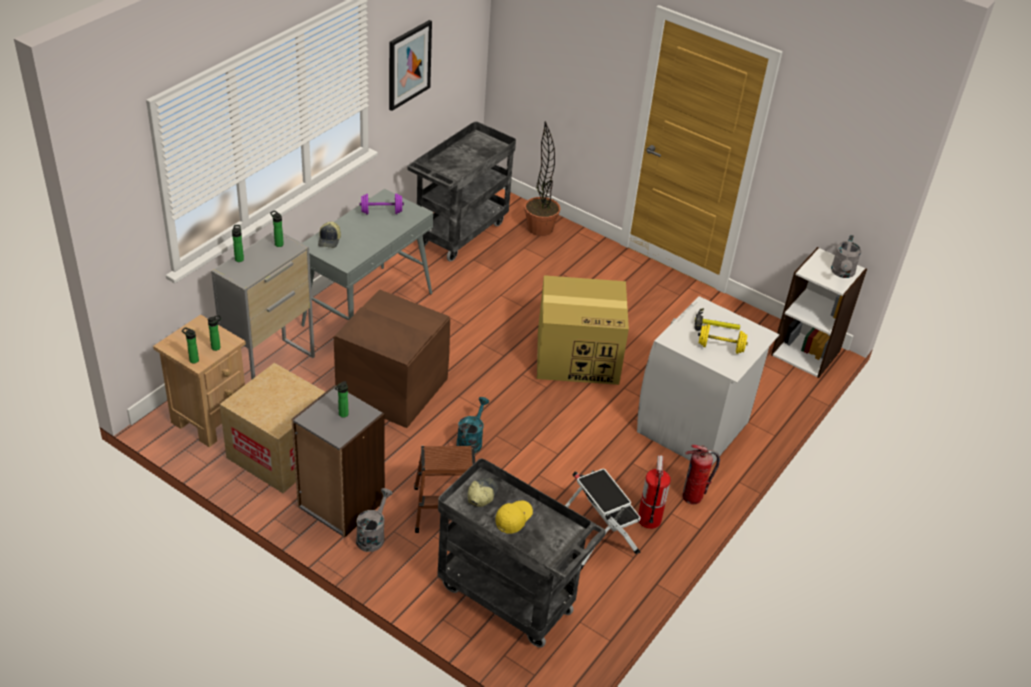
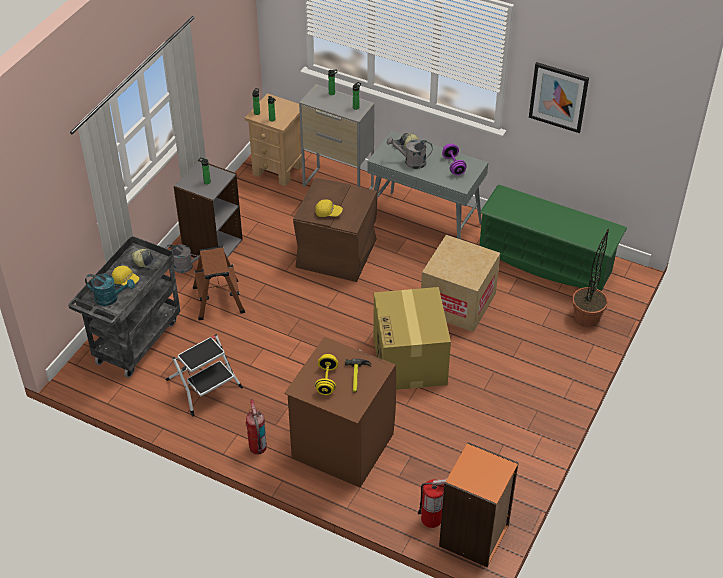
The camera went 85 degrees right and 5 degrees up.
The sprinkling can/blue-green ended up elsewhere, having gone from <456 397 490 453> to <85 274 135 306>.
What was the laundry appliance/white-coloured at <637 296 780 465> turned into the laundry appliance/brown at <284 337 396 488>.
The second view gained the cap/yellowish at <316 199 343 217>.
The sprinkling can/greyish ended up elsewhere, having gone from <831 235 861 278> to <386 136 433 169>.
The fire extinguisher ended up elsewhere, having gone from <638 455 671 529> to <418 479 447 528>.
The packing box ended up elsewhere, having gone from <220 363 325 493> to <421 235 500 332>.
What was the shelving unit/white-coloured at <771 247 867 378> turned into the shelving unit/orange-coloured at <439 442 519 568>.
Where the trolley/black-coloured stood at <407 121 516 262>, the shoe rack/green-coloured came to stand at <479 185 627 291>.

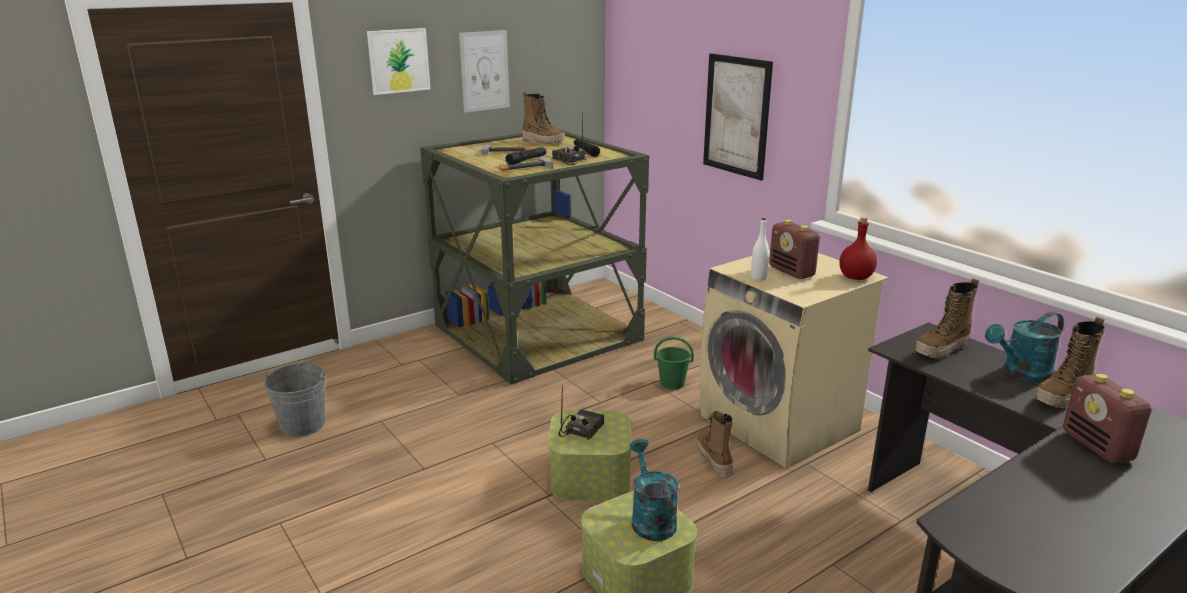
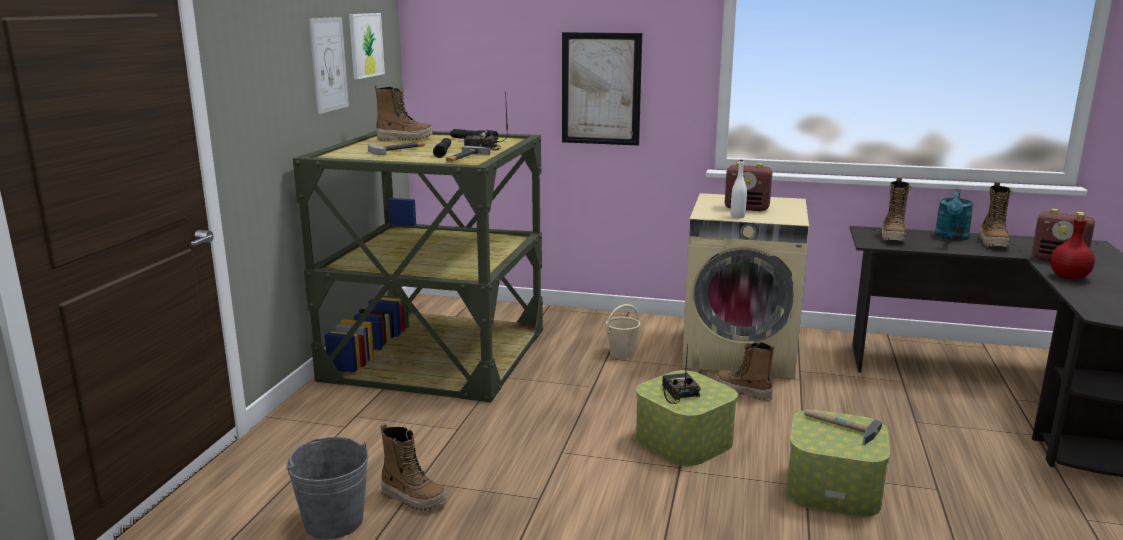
The camera went 40 degrees left and 5 degrees down.
The wall art ended up elsewhere, having gone from <367 28 430 95> to <349 13 385 79>.
The second view gained the high-top boot at <381 423 446 511>.
What was the bucket/green-coloured at <654 337 694 389> turned into the bucket/sand-coloured at <606 304 640 359>.
Where the sprinkling can/blue-green stood at <630 439 679 541>, the hand hammer came to stand at <804 409 882 445>.
The beverage bottle/reddish ended up elsewhere, having gone from <839 217 877 280> to <1050 214 1095 279>.

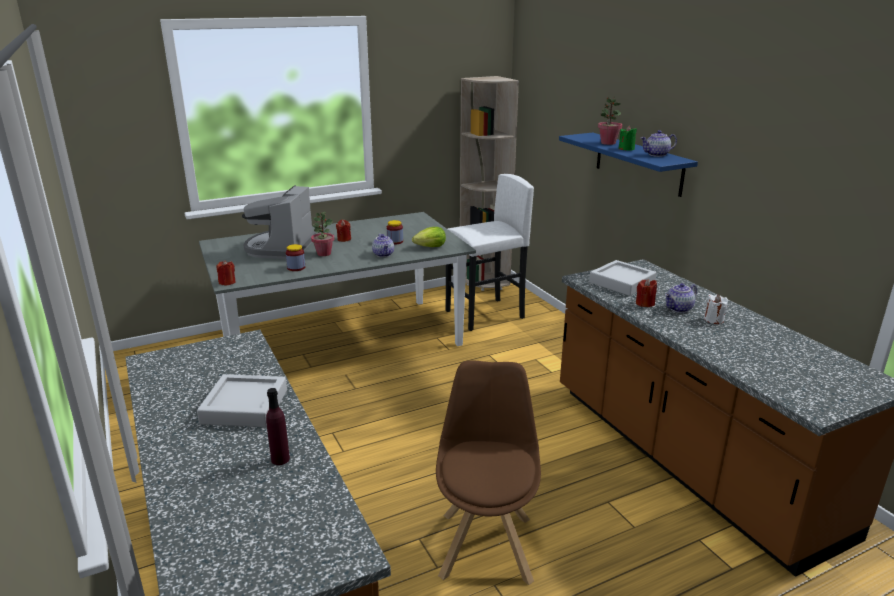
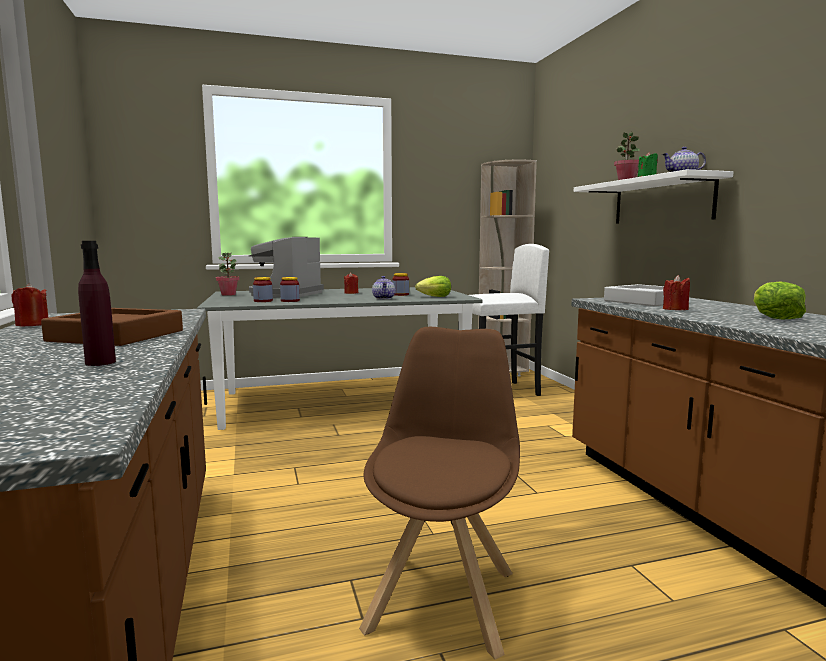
The camera went 10 degrees right and 15 degrees down.
The wax light/reddish ended up elsewhere, having gone from <216 260 236 286> to <11 283 48 327>.
What was the carrying tray/greyish at <197 374 287 427> turned into the carrying tray/brown at <41 308 183 346>.
The plant in a pot ended up elsewhere, having gone from <311 212 334 256> to <216 252 239 296>.
The second view gained the jar at <253 277 273 302>.
What was the wall shelf/blue at <559 132 698 197> turned into the wall shelf/white-coloured at <574 169 733 224>.
Where the wax light/white-coloured stood at <704 294 728 324>, the lettuce came to stand at <753 282 806 320>.
The second view lost the teapot at <665 283 697 313>.

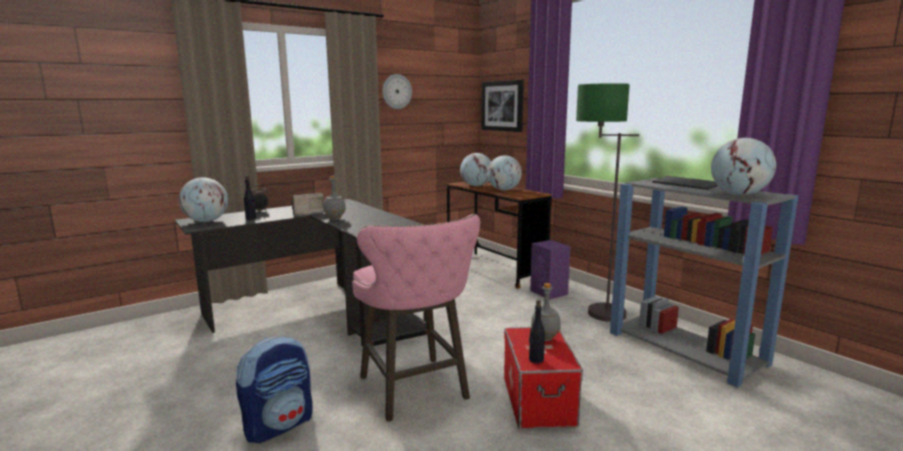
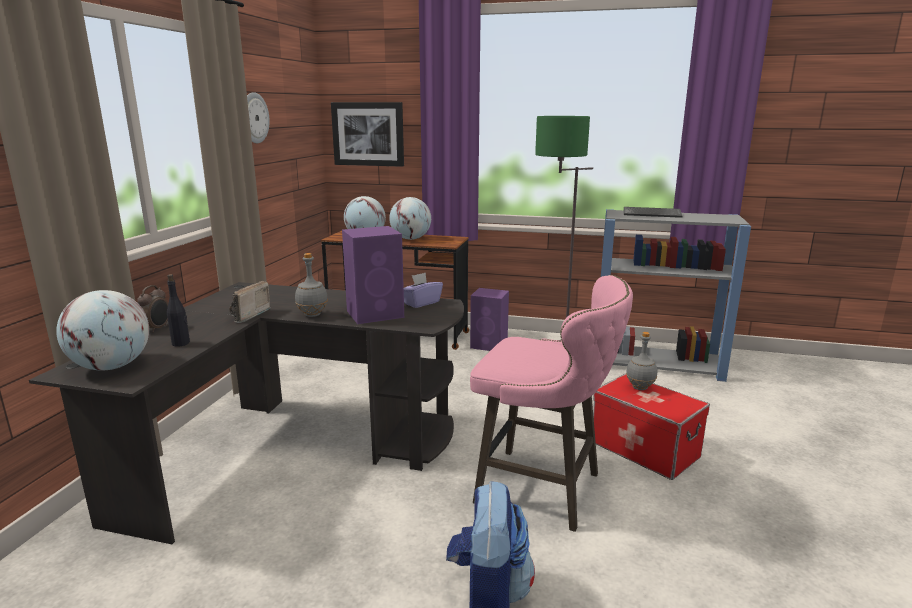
The camera went 40 degrees left and 5 degrees up.
The second view gained the audio speaker/purple-coloured at <342 226 404 324>.
The second view gained the tissue box/purple-coloured at <404 273 443 308>.
The second view lost the beverage bottle/black-coloured at <529 300 545 363>.
The second view lost the globe at <711 138 776 195>.

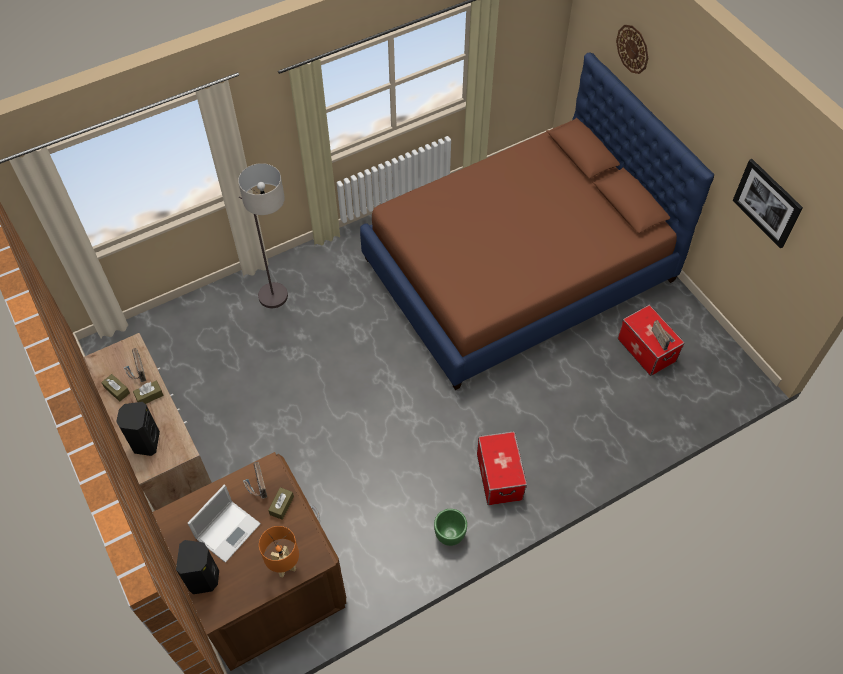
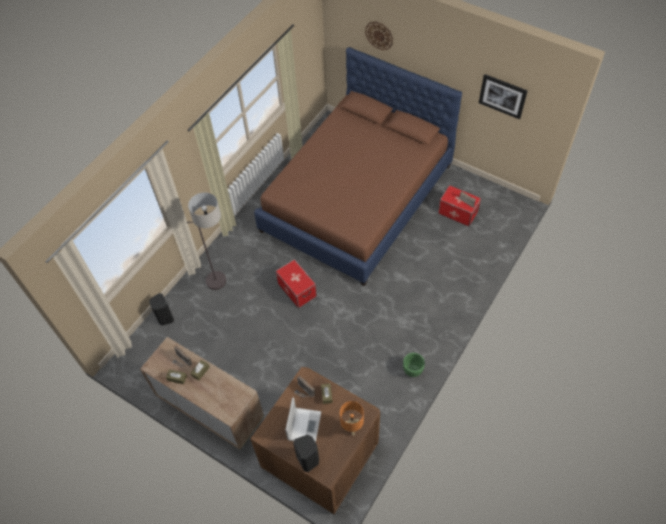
The camera went 25 degrees left and 0 degrees up.
The audio speaker/black-coloured ended up elsewhere, having gone from <116 402 160 456> to <149 293 174 325>.
The storage container ended up elsewhere, having gone from <477 431 527 505> to <275 259 317 308>.

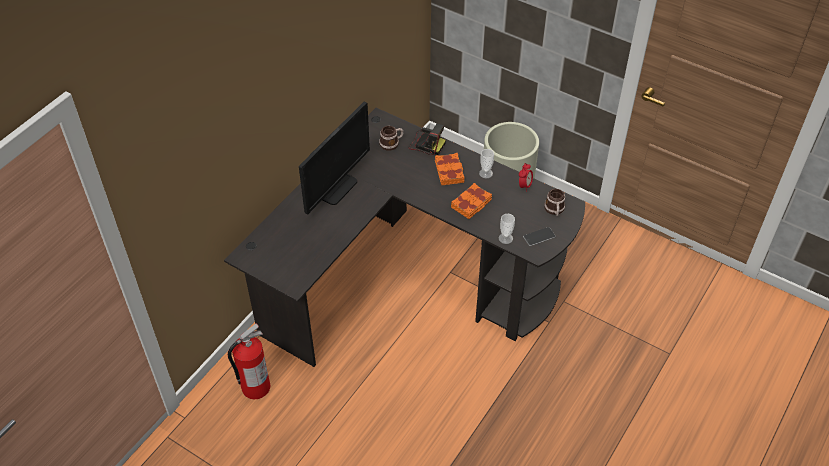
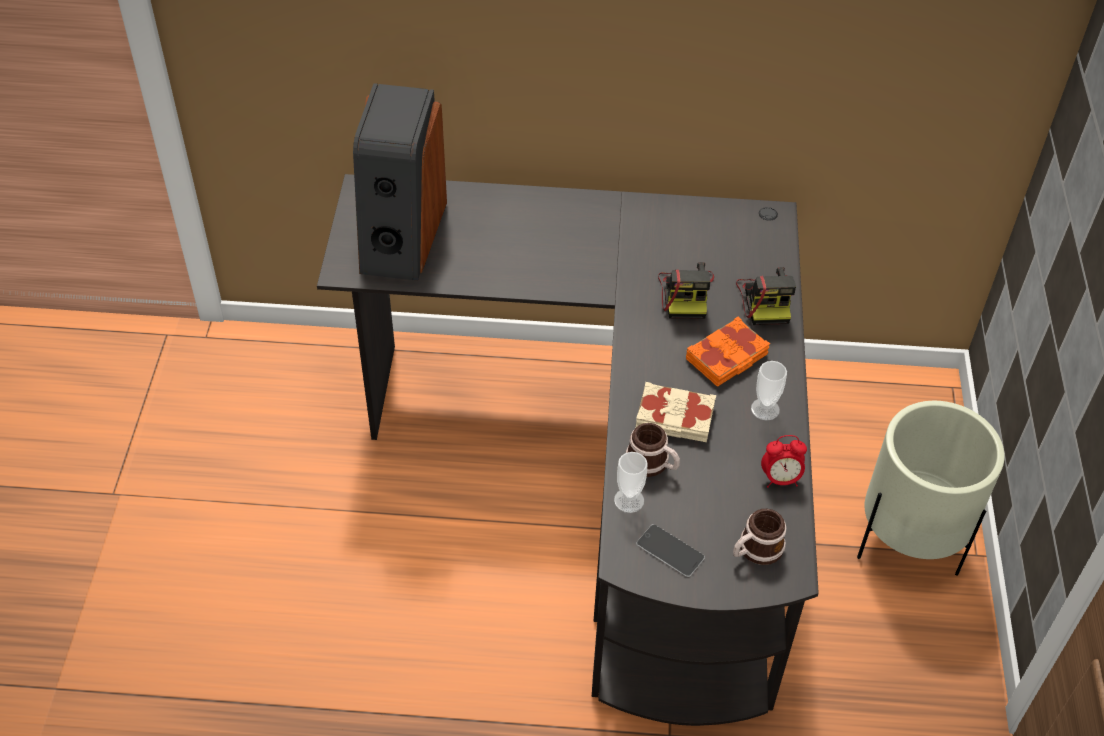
The camera went 60 degrees right and 0 degrees up.
The second view gained the audio speaker at <353 83 447 281>.
The mug ended up elsewhere, having gone from <379 126 403 151> to <626 423 680 477>.
What was the book/orange-coloured at <451 183 492 219> turned into the book/sand-coloured at <636 382 716 442>.
The second view gained the still camera at <658 262 714 319>.
The second view lost the fire extinguisher at <228 323 270 399>.
The second view lost the computer display at <299 102 370 214>.

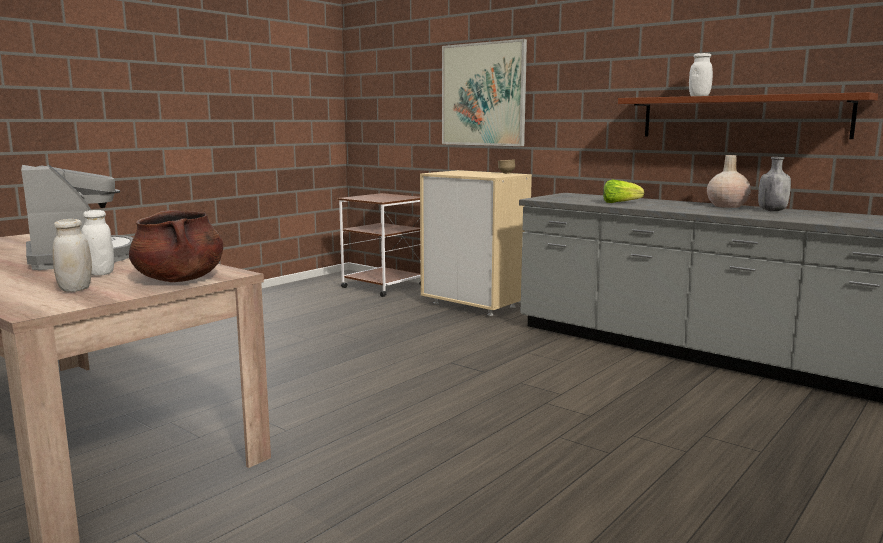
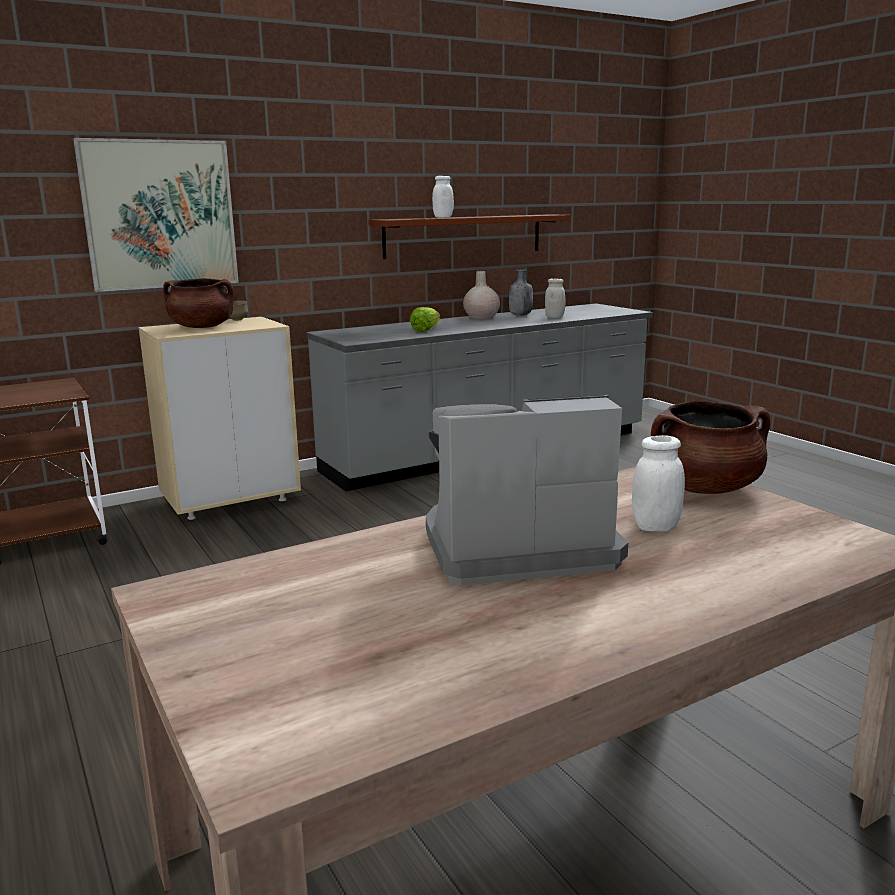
The camera went 70 degrees left and 5 degrees up.
The second view gained the stockpot/brown at <163 278 234 328>.
The jar/white-coloured ended up elsewhere, having gone from <52 219 92 292> to <545 278 566 318>.

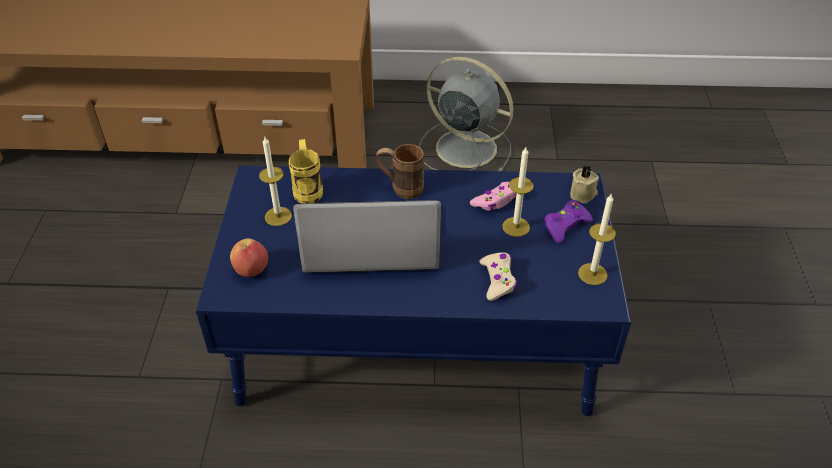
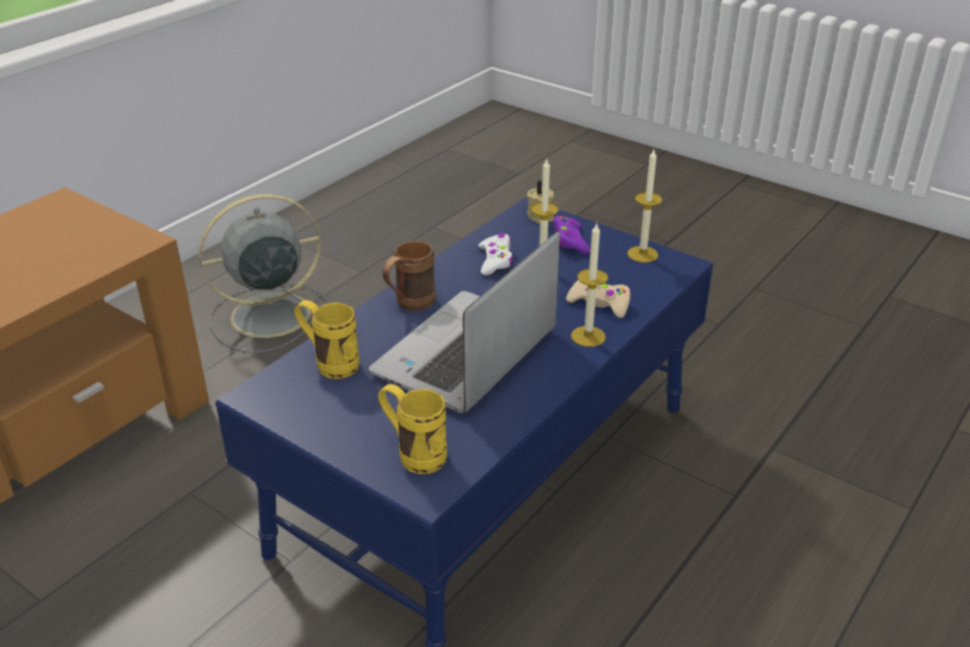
The camera went 55 degrees left and 10 degrees down.
Where the whole apple stood at <230 238 268 277>, the mug/yellowish came to stand at <378 384 447 474>.
What was the joypad/pinkish at <470 182 517 211> turned into the joypad/white-coloured at <478 233 513 275>.
The wax light ended up elsewhere, having gone from <259 137 292 226> to <571 223 608 347>.

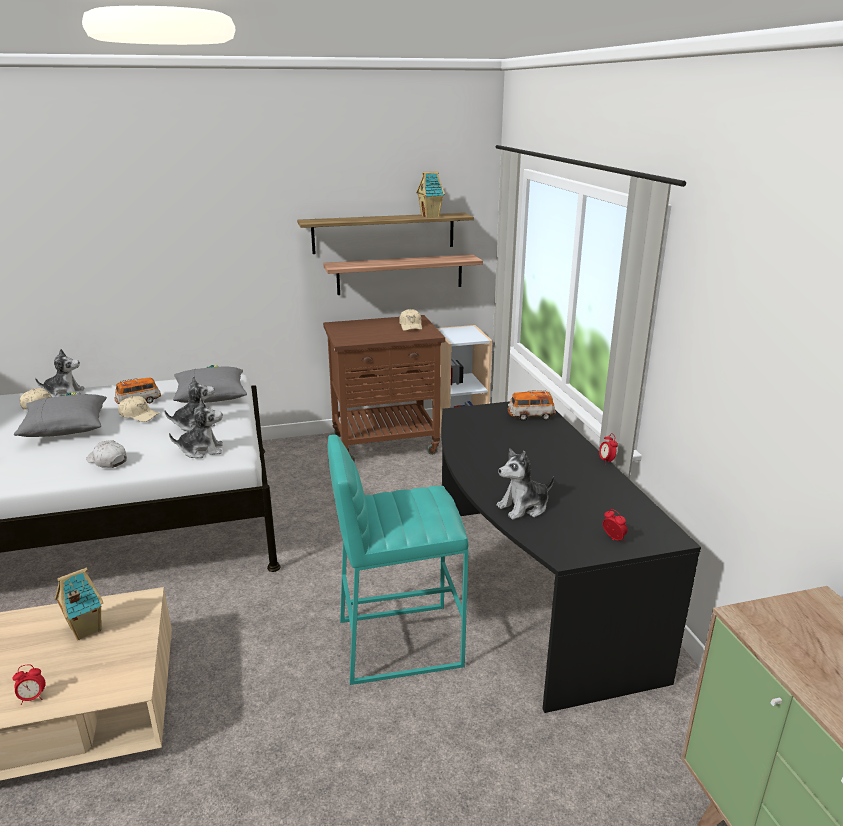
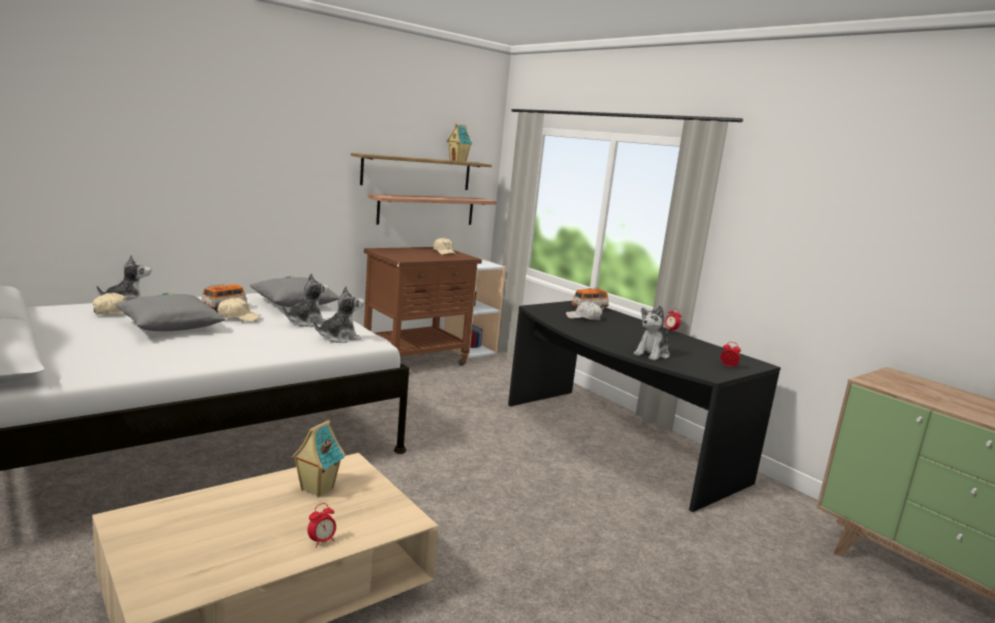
The camera went 25 degrees left and 10 degrees down.
The cap/white-coloured ended up elsewhere, having gone from <86 441 127 468> to <566 302 603 320>.
The second view lost the sitting stool/blue-green at <328 435 469 685>.

